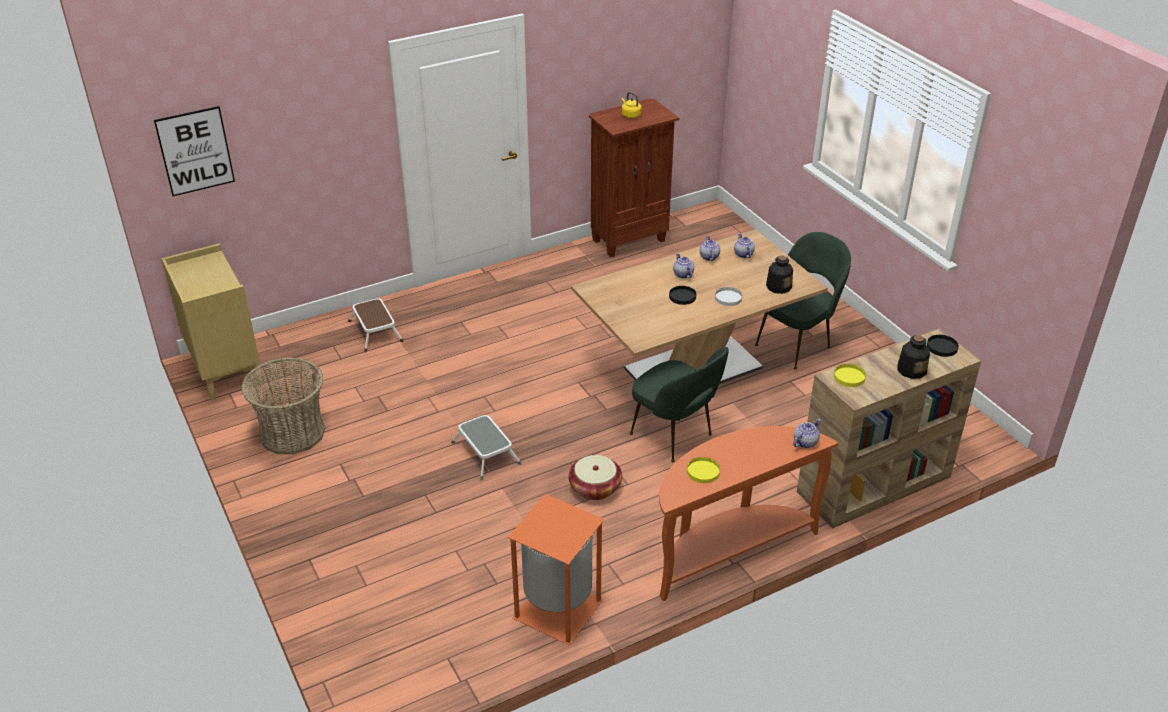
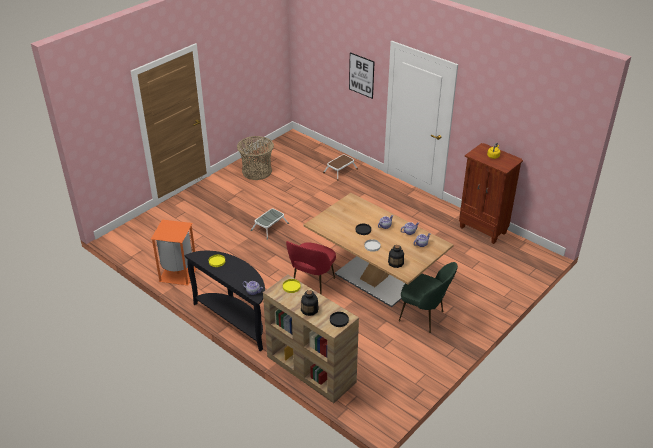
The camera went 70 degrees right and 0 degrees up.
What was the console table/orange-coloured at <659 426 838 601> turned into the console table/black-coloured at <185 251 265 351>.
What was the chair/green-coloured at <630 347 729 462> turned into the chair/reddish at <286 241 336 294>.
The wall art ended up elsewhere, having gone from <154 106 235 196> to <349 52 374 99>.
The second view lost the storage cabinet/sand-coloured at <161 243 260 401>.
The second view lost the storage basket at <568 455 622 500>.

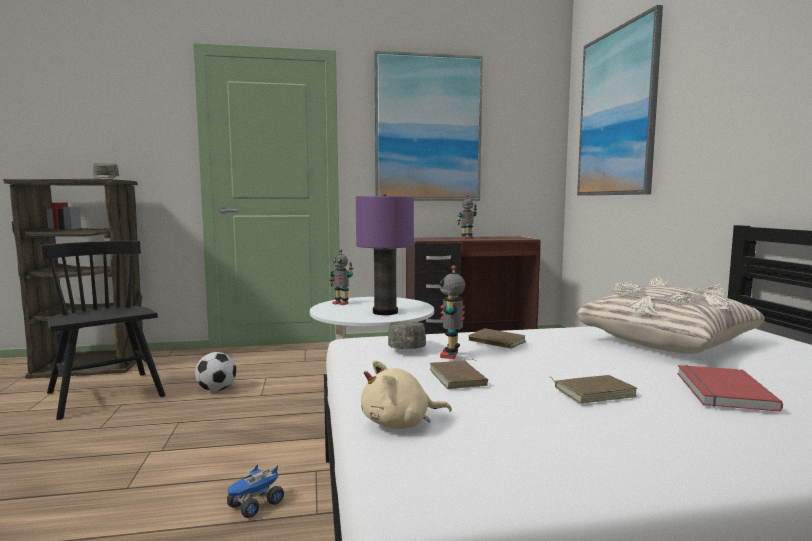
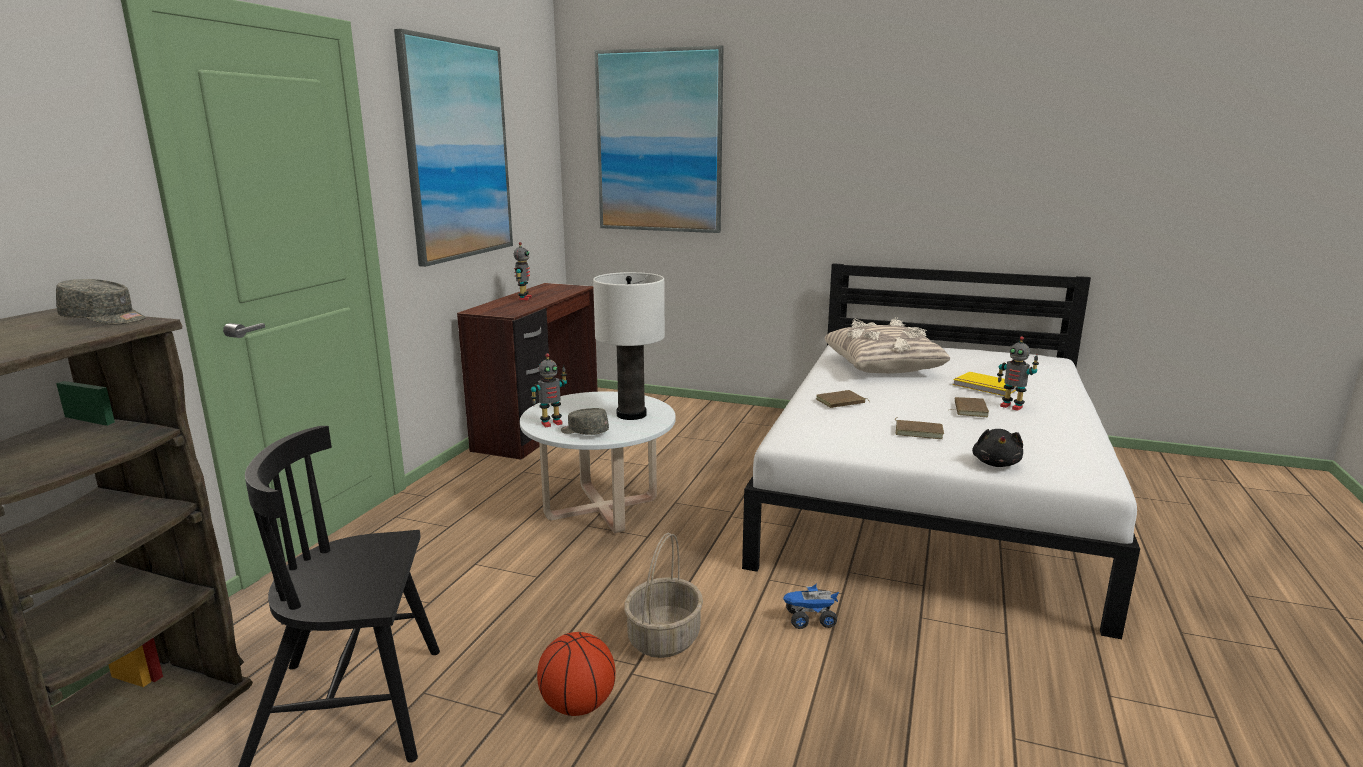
The camera went 60 degrees left and 10 degrees up.
The second view gained the ball for basketball at <537 632 615 716>.
The cap/greyish ended up elsewhere, having gone from <388 322 426 349> to <561 408 609 435>.
What was the lamp for a table/purple-coloured at <356 194 414 315> turned into the lamp for a table/white-coloured at <593 272 665 420>.
The second view gained the storage basket at <624 533 703 658>.
The toy lorry at <227 464 284 518> ended up facing another way, 105 degrees clockwise from before.
What was the book/reddish at <677 365 783 412> turned into the book/yellowish at <953 372 1017 396>.
What was the plush toy/sand-coloured at <361 360 452 429> turned into the plush toy/black-coloured at <972 429 1023 467>.
The robot figure ended up elsewhere, having gone from <440 265 465 359> to <997 336 1039 411>.
The second view lost the football ball at <195 352 236 391>.

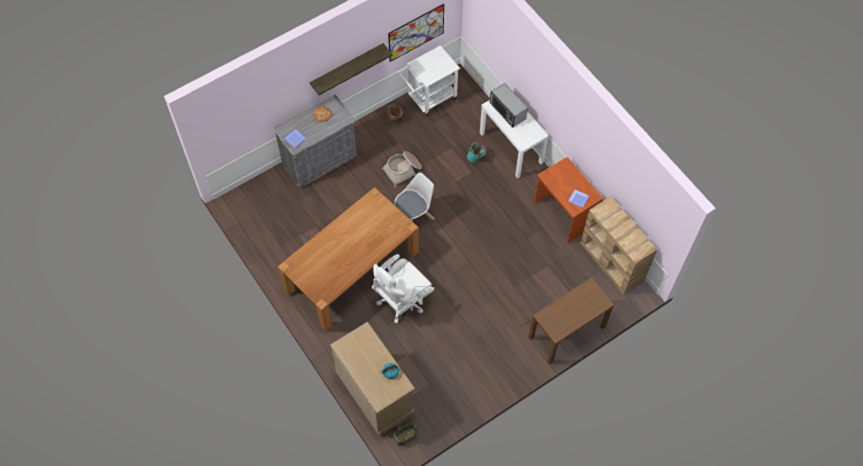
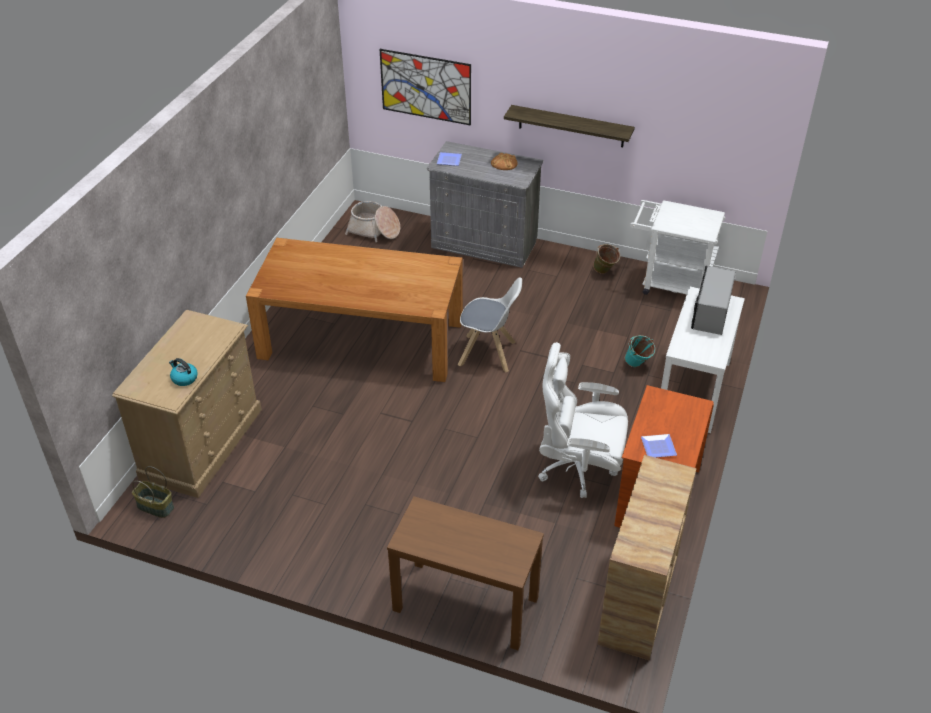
The camera went 55 degrees right and 20 degrees down.
The storage basket ended up elsewhere, having gone from <382 151 422 187> to <345 201 400 242>.
The wall art ended up elsewhere, having gone from <388 4 444 62> to <379 49 471 126>.
The computer chair/white-coloured ended up elsewhere, having gone from <372 254 434 323> to <538 342 628 498>.

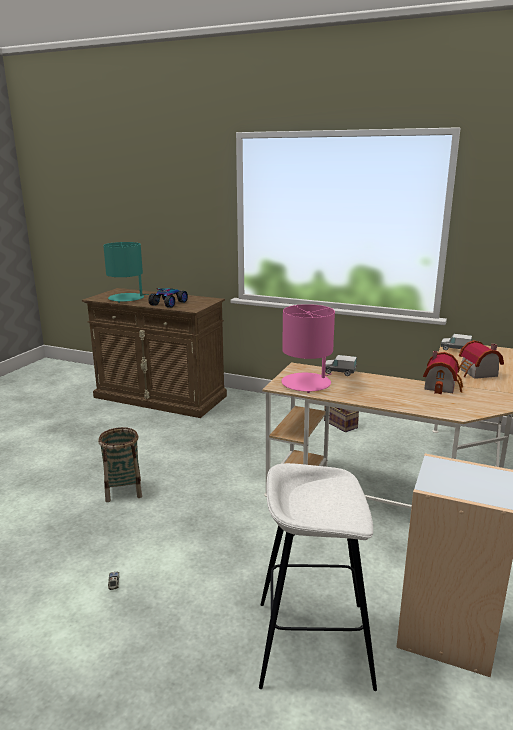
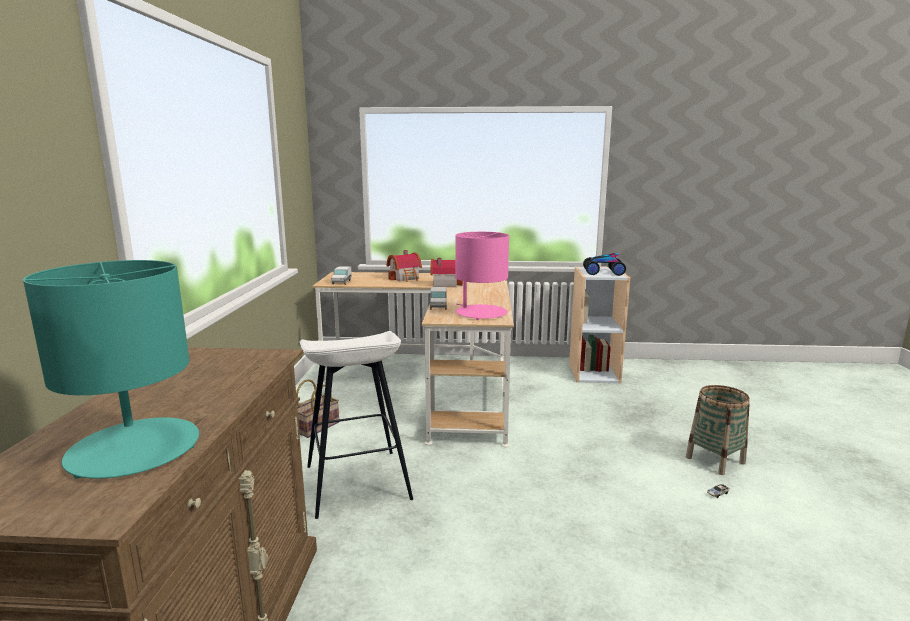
The camera went 110 degrees left and 5 degrees down.
The sitting stool/white-coloured ended up elsewhere, having gone from <259 463 377 691> to <300 331 413 519>.
The model car ended up elsewhere, having gone from <149 288 188 308> to <583 253 626 276>.
The storage basket ended up elsewhere, having gone from <98 427 142 502> to <686 385 750 475>.

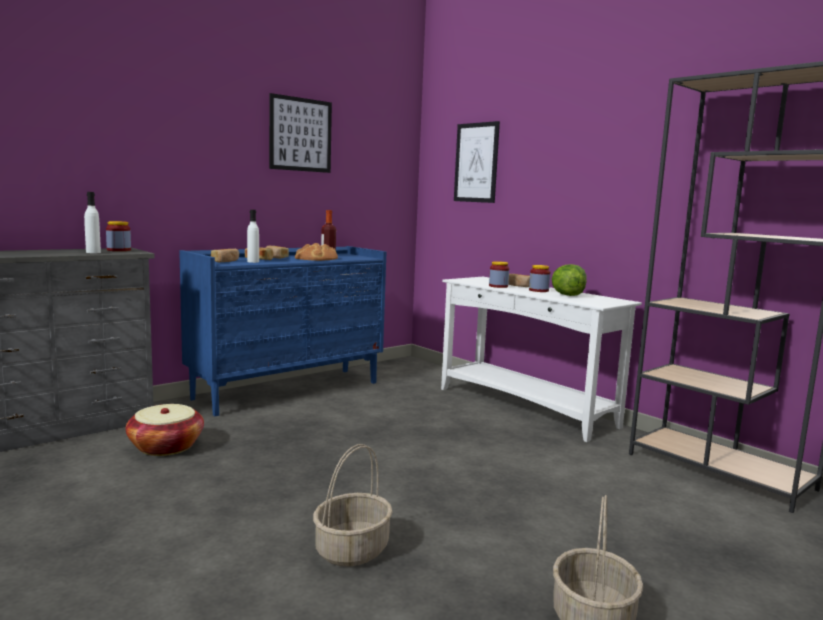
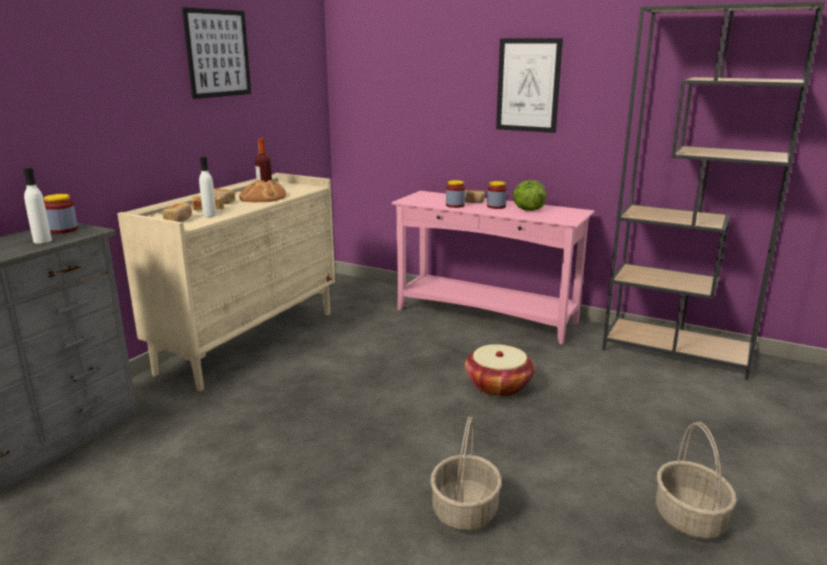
The camera went 20 degrees left and 10 degrees up.
What was the storage cabinet/blue at <179 246 386 416> turned into the storage cabinet/sand-coloured at <117 173 335 391>.
What was the console table/white-coloured at <441 277 642 442> turned into the console table/pinkish at <392 191 595 344>.
The storage basket ended up elsewhere, having gone from <126 404 204 456> to <465 344 535 397>.
The wall art ended up elsewhere, having gone from <454 121 500 203> to <496 38 563 133>.

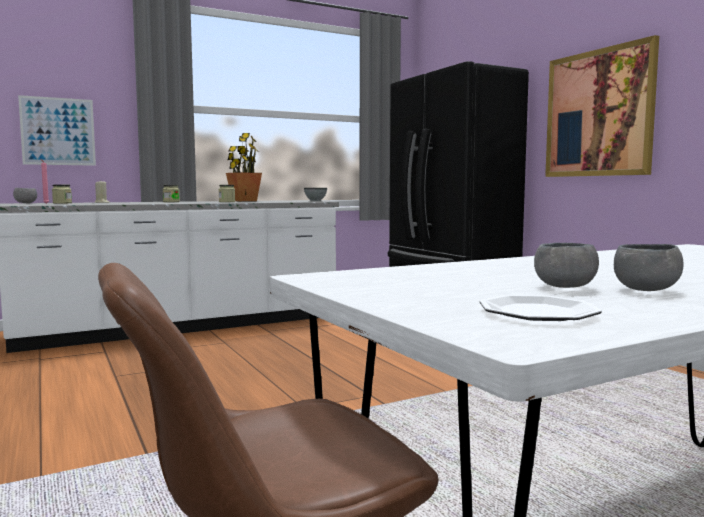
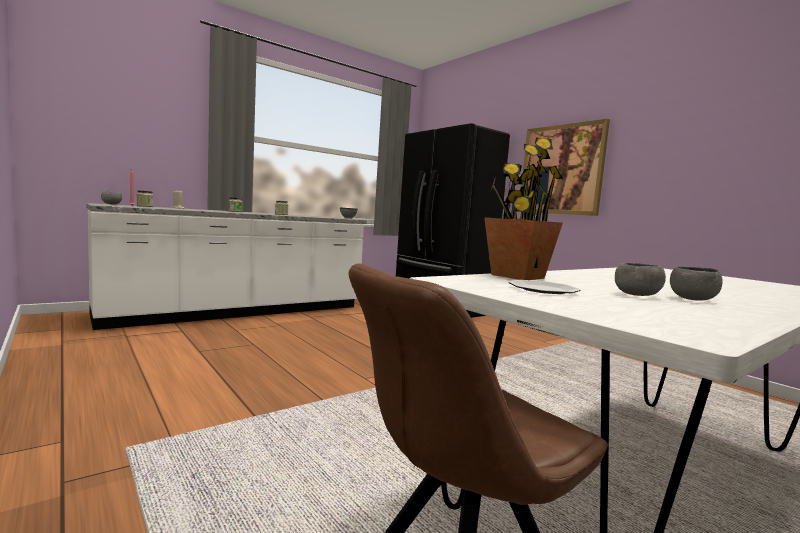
The camera went 10 degrees left and 0 degrees up.
The plant in a pot ended up elsewhere, having gone from <226 133 262 201> to <484 137 564 280>.
The plate ended up elsewhere, having gone from <479 295 602 321> to <509 280 580 294>.
The second view lost the wall art at <18 95 96 166>.

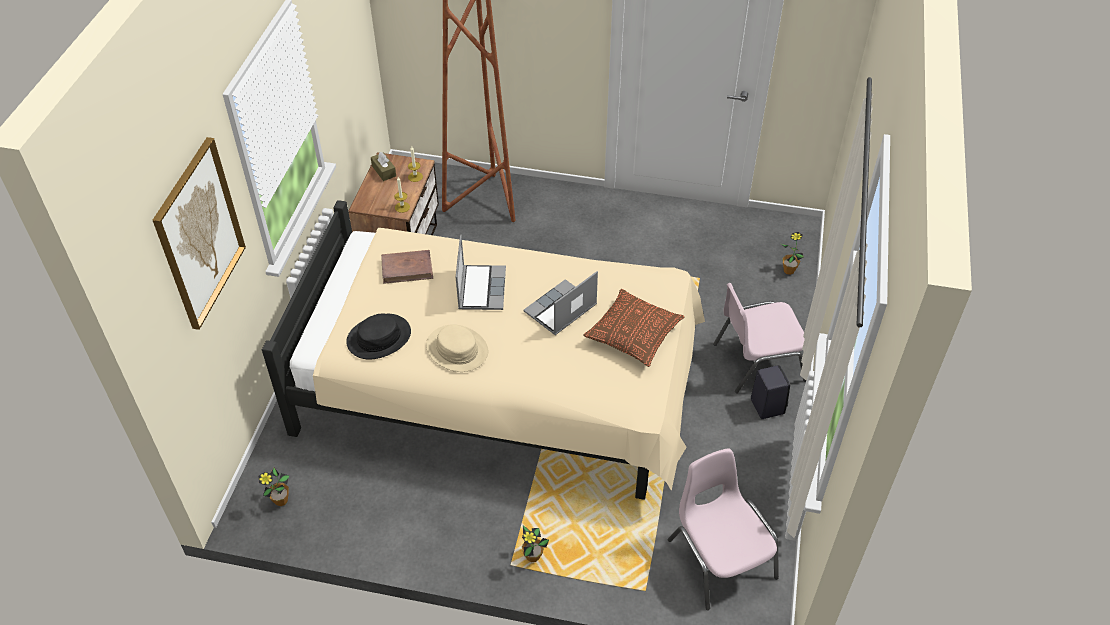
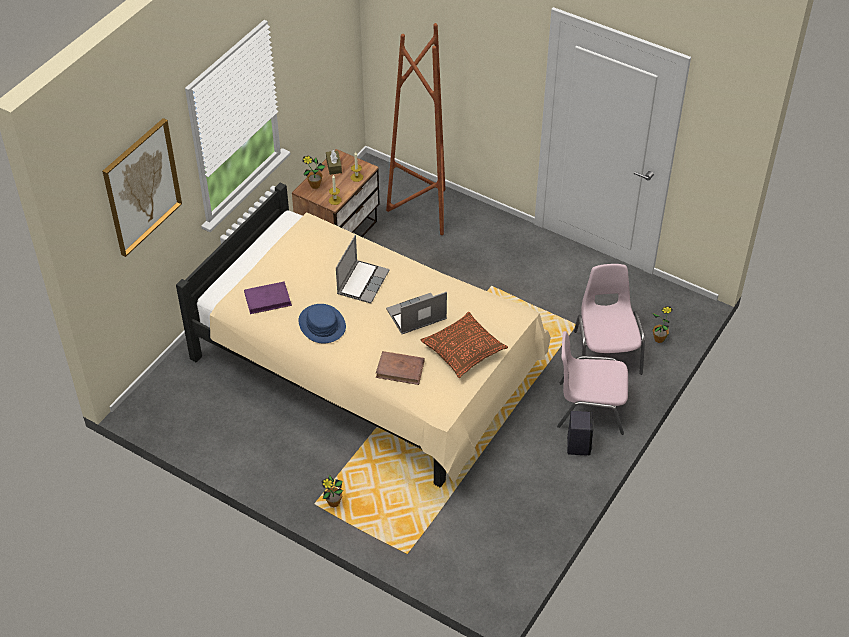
The camera went 20 degrees right and 0 degrees up.
Where the clothing hat/black-coloured stood at <346 314 411 359>, the book/purple-coloured came to stand at <244 281 292 314>.
What was the clothing hat/sand-coloured at <426 324 488 372> turned into the clothing hat/blue at <299 304 346 343>.
The plant in a pot ended up elsewhere, having gone from <258 467 290 506> to <302 155 325 189>.
The book/brown ended up elsewhere, having gone from <381 250 433 284> to <376 351 425 385>.
The chair/pinkish ended up elsewhere, having gone from <668 448 779 610> to <574 264 645 375>.

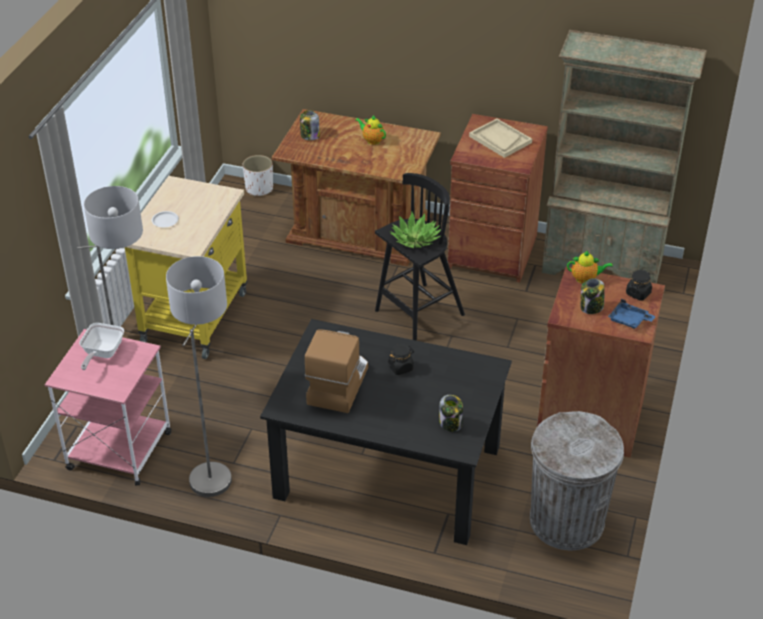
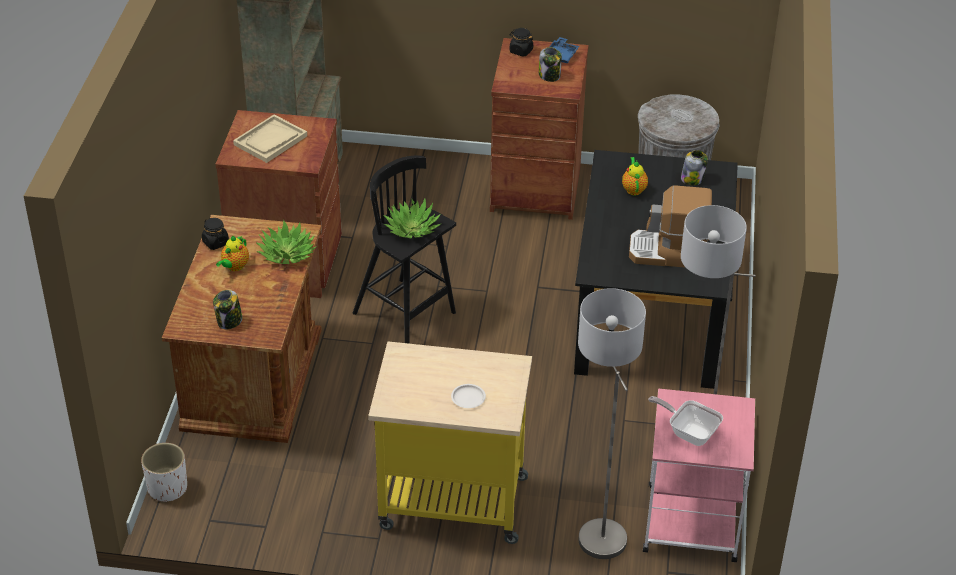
The camera went 100 degrees left and 0 degrees up.
The jar/black-coloured ended up elsewhere, having gone from <388 344 414 375> to <202 218 229 250>.
The second view gained the plant in a pot at <257 220 317 264>.
The teapot ended up elsewhere, having gone from <567 251 613 284> to <622 157 648 195>.
The skillet at <79 323 124 370> ended up facing another way, 150 degrees counterclockwise from before.

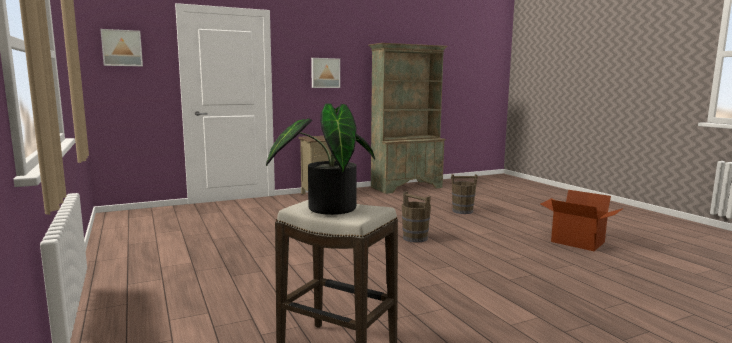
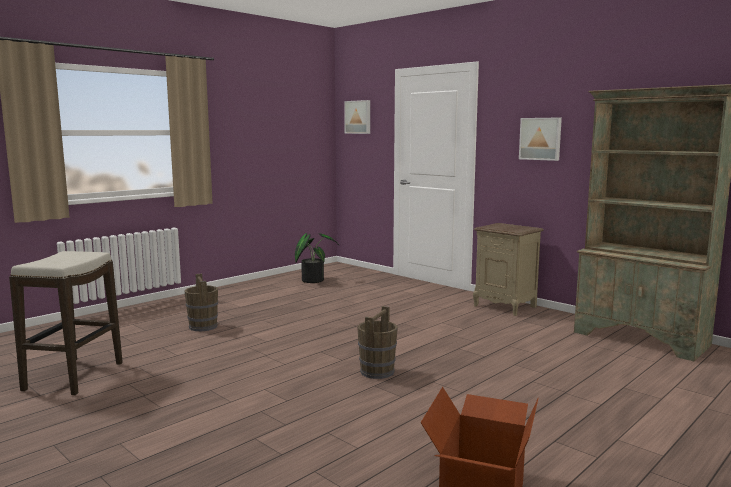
The camera went 70 degrees right and 0 degrees up.
The bucket/brown ended up elsewhere, having gone from <451 174 478 214> to <184 274 218 331>.
The plant in a pot ended up elsewhere, having gone from <266 103 375 215> to <295 233 339 283>.

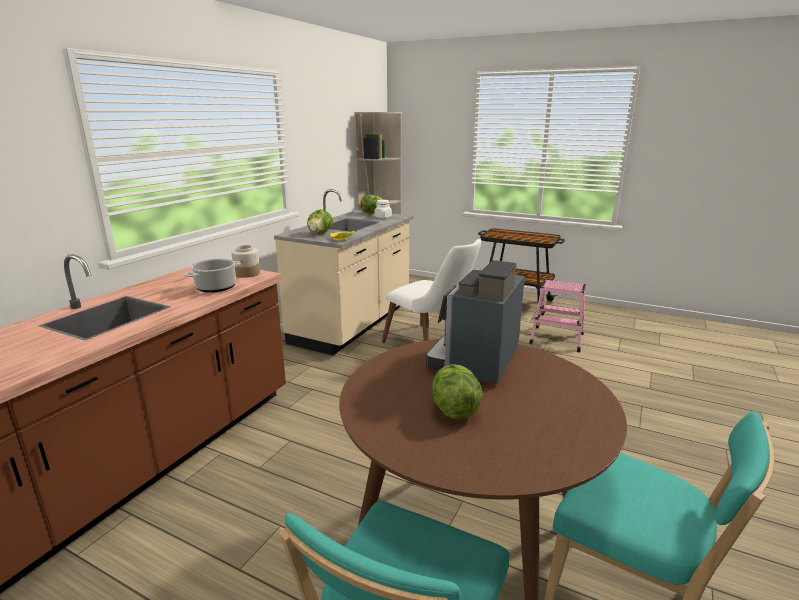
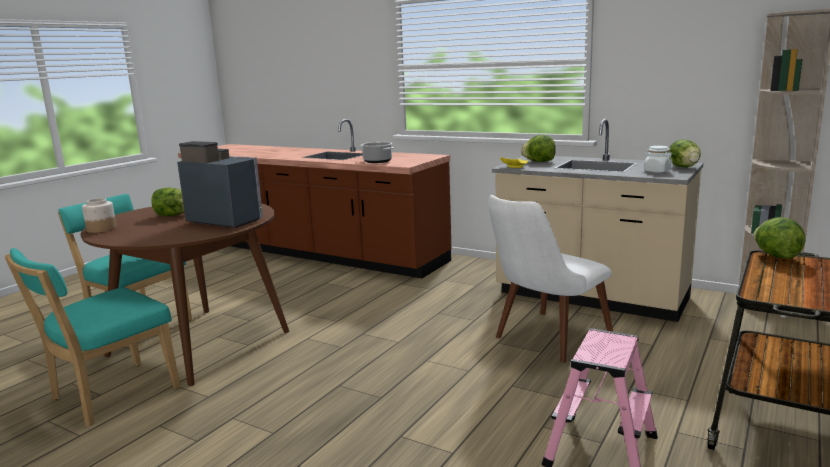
The camera went 95 degrees right and 5 degrees down.
The jar ended up elsewhere, having gone from <231 245 260 278> to <82 198 117 233>.
The second view gained the lettuce at <754 217 806 259>.

